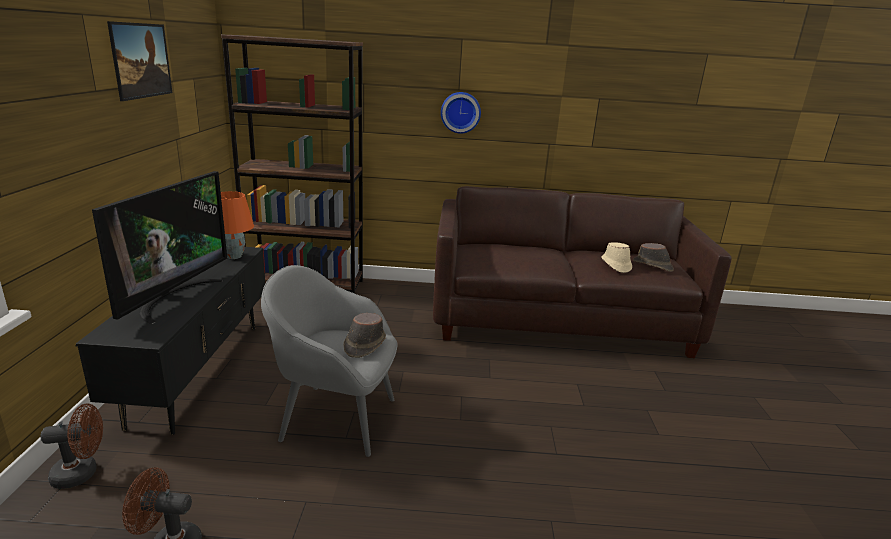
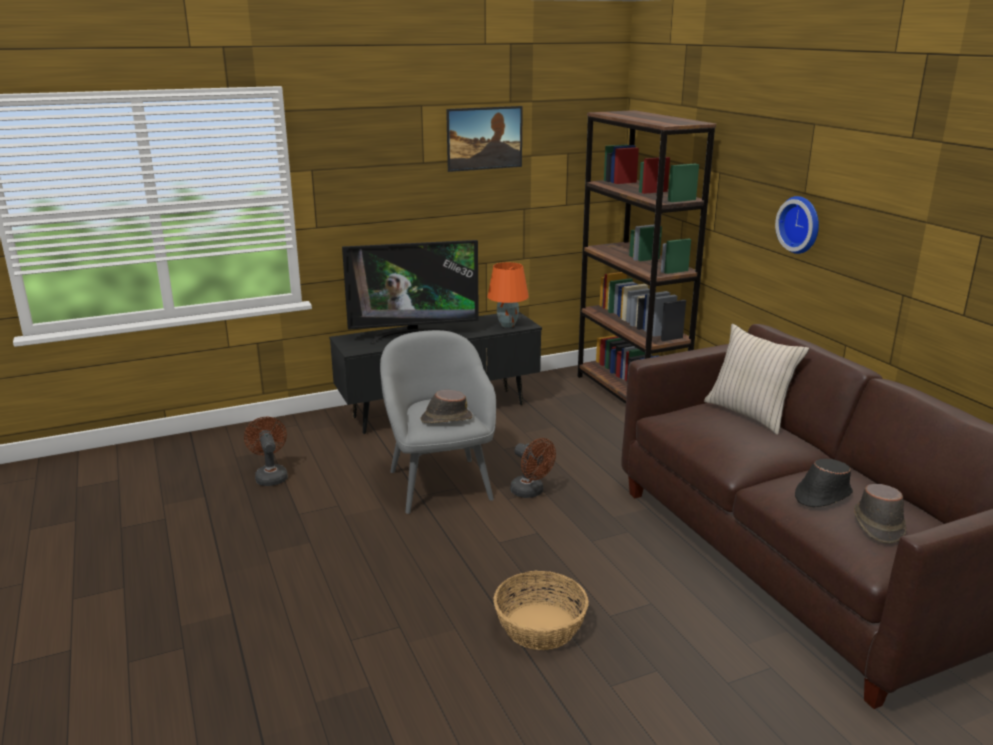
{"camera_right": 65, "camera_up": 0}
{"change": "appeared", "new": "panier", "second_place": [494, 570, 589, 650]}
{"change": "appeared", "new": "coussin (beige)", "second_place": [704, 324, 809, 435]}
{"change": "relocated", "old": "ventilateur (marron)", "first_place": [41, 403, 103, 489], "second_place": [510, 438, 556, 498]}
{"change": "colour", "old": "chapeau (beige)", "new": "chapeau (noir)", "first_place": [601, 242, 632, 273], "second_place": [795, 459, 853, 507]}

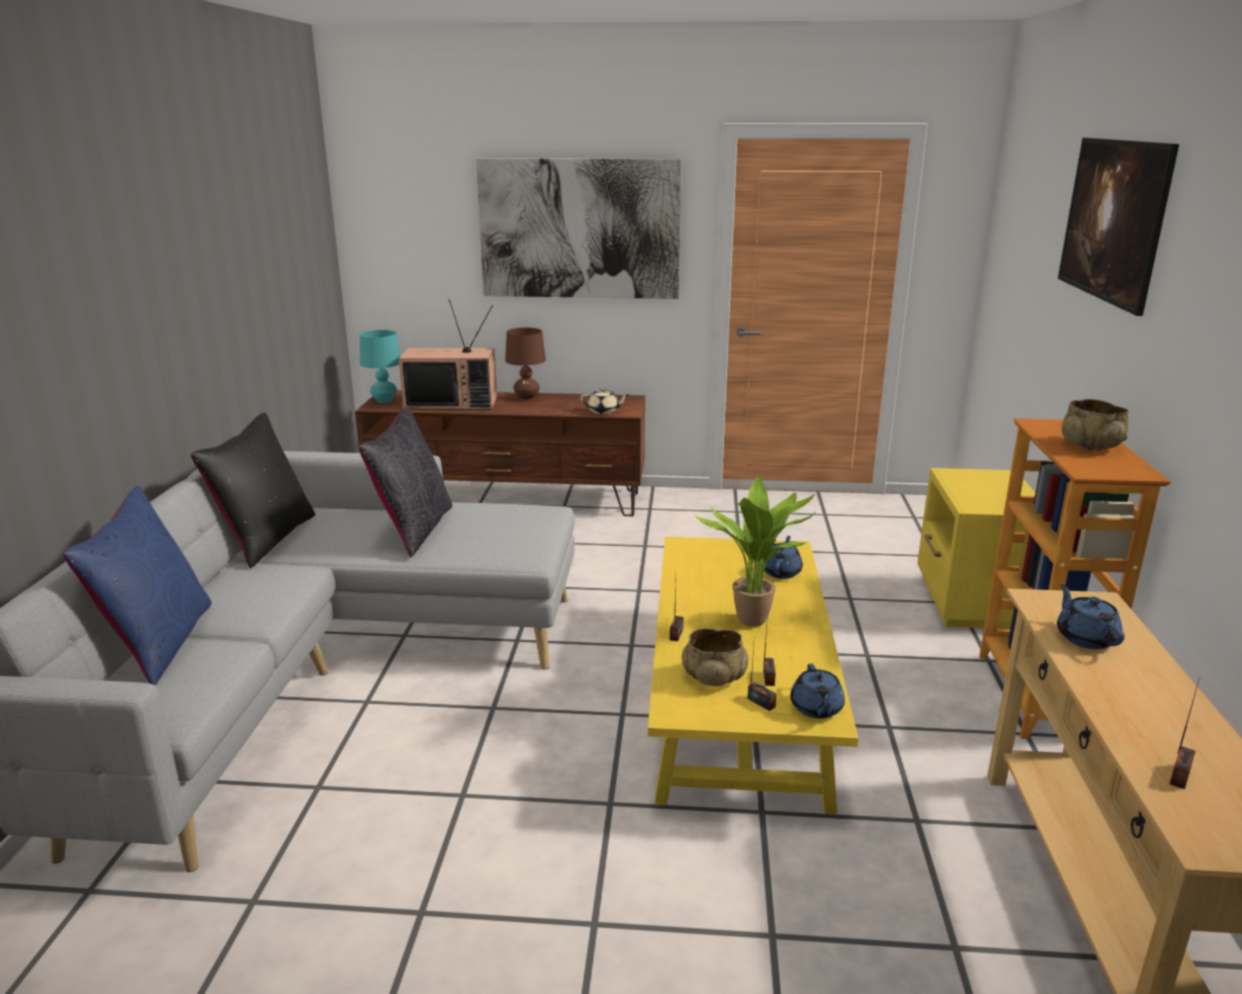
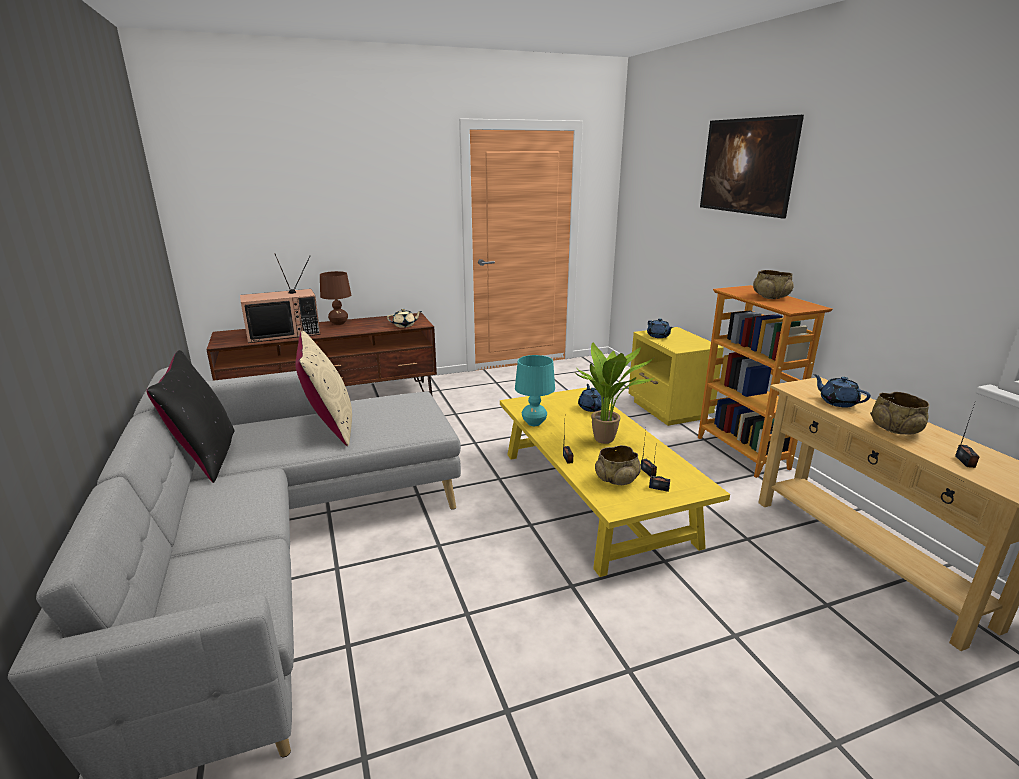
{"camera_right": -25, "camera_up": 0}
{"change": "missing", "old": "coussin (bleu)", "first_place": [63, 486, 212, 685]}
{"change": "missing", "old": "tableau", "first_place": [476, 158, 682, 299]}
{"change": "appeared", "new": "bol (beige)", "second_place": [870, 392, 929, 435]}
{"change": "relocated", "old": "lampe de table (turquoise)", "first_place": [360, 330, 401, 403], "second_place": [515, 355, 555, 426]}
{"change": "relocated", "old": "théière (bleu)", "first_place": [790, 663, 845, 719], "second_place": [647, 319, 673, 338]}
{"change": "colour", "old": "coussin (noir)", "new": "coussin (beige)", "first_place": [359, 406, 452, 557], "second_place": [295, 331, 352, 446]}

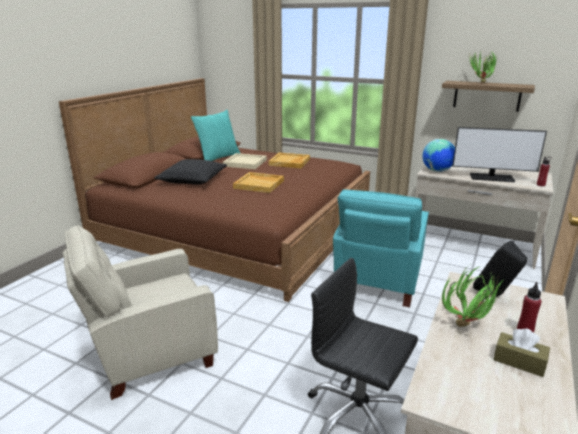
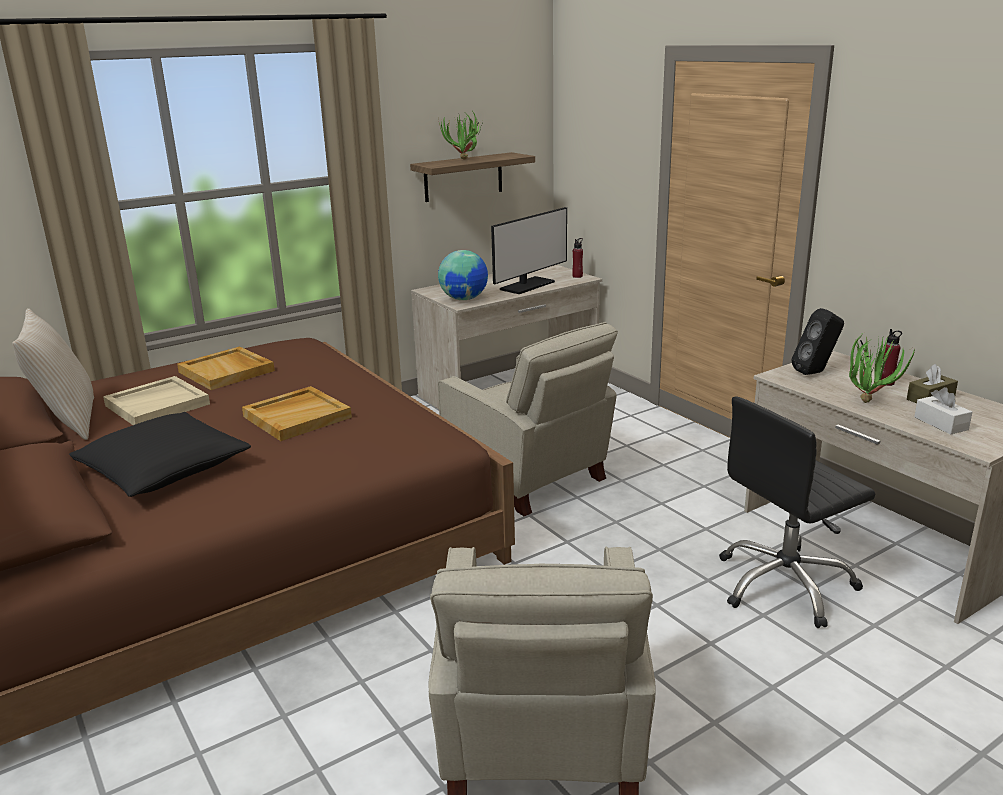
{"camera_right": -60, "camera_up": 0}
{"change": "appeared", "new": "boîte à mouchoirs (blanc)", "second_place": [914, 387, 972, 435]}
{"change": "colour", "old": "coussin (turquoise)", "new": "coussin (beige)", "first_place": [191, 110, 241, 161], "second_place": [12, 308, 94, 440]}
{"change": "colour", "old": "fauteuil (turquoise)", "new": "fauteuil (beige)", "first_place": [333, 189, 429, 307], "second_place": [438, 322, 618, 516]}

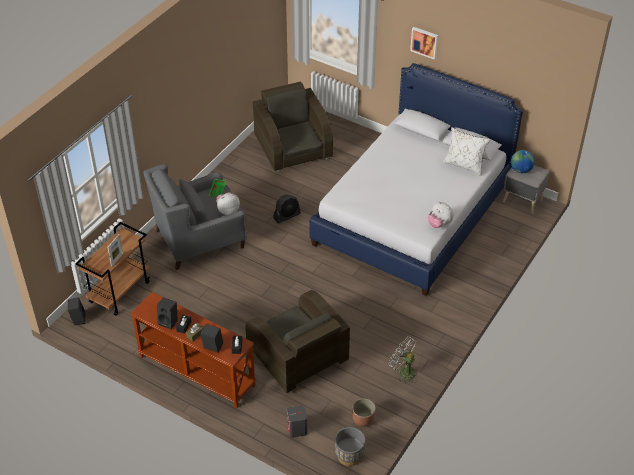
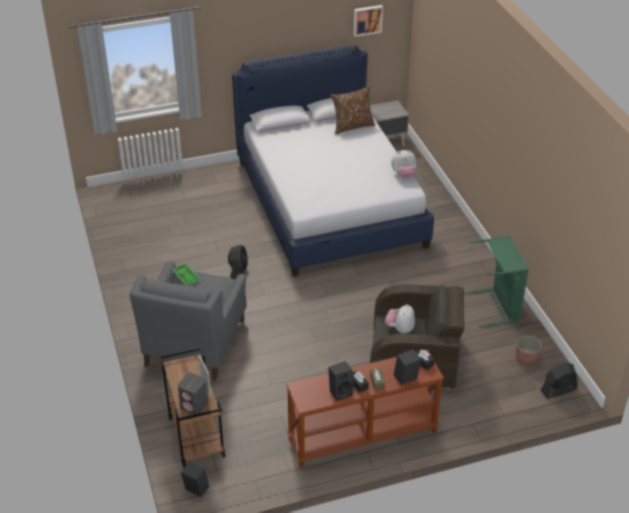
{"camera_right": -50, "camera_up": -5}
{"change": "missing", "old": "fauteuil (marron)", "first_place": [253, 82, 333, 172]}
{"change": "missing", "old": "globe", "first_place": [511, 150, 535, 173]}
{"change": "relocated", "old": "peluche", "first_place": [216, 192, 240, 215], "second_place": [385, 304, 415, 334]}
{"change": "relocated", "old": "enceinte (gris)", "first_place": [287, 405, 307, 438], "second_place": [178, 372, 208, 415]}
{"change": "relocated", "old": "tableau", "first_place": [410, 27, 438, 60], "second_place": [354, 5, 383, 37]}
{"change": "exchanged", "old": "cache-pot (gris)", "new": "ventilateur (noir)", "first_place": [335, 427, 365, 466], "second_place": [541, 362, 577, 399]}
{"change": "exchanged", "old": "ventilateur (blanc)", "new": "panier à linge (vert)", "first_place": [389, 337, 417, 384], "second_place": [464, 236, 529, 327]}
{"change": "colour", "old": "coussin (blanc)", "new": "coussin (marron)", "first_place": [443, 127, 490, 176], "second_place": [331, 86, 375, 134]}

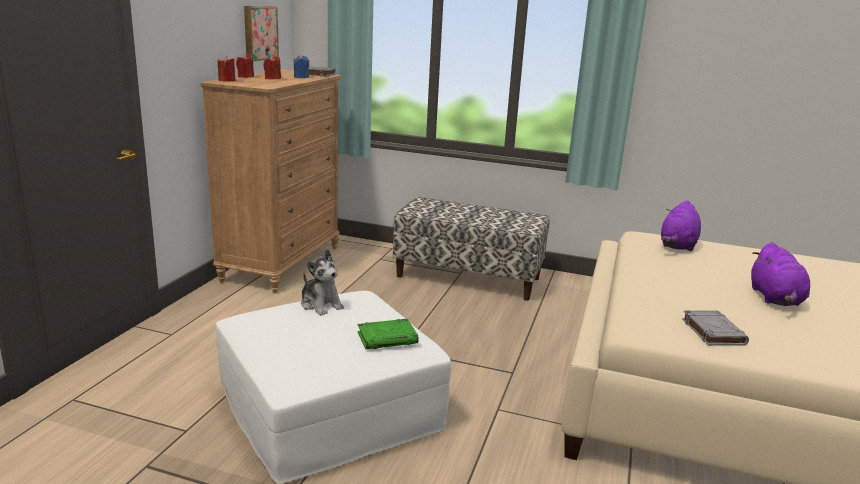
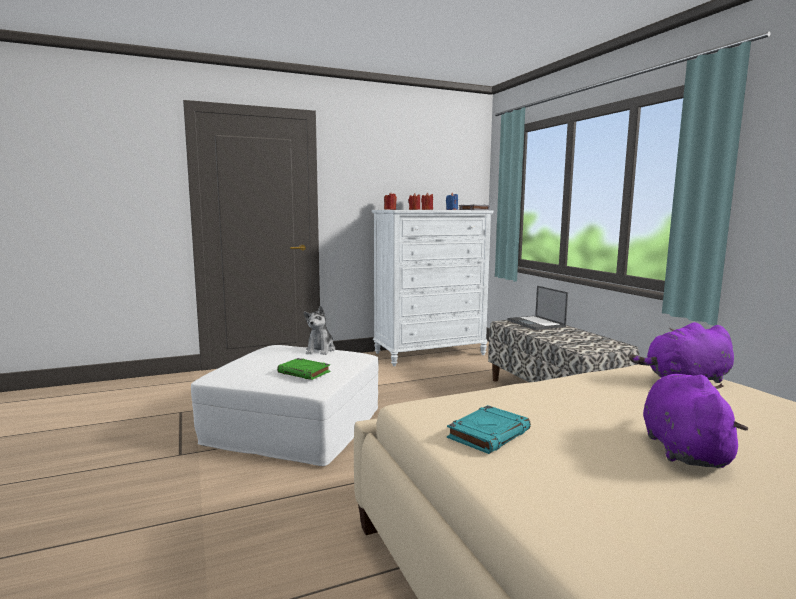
{"camera_right": 50, "camera_up": -10}
{"change": "missing", "old": "tableau", "first_place": [244, 6, 279, 61]}
{"change": "appeared", "new": "ordinateur portable", "second_place": [507, 286, 568, 330]}
{"change": "colour", "old": "commode (marron)", "new": "commode (blanc)", "first_place": [200, 70, 341, 293], "second_place": [372, 210, 493, 366]}
{"change": "colour", "old": "livre (gris)", "new": "livre (turquoise)", "first_place": [682, 311, 749, 346], "second_place": [447, 405, 531, 454]}
{"change": "spun", "old": "peluche (violet)", "first_place": [751, 242, 810, 306], "second_place": [643, 374, 748, 468], "degrees": 135}

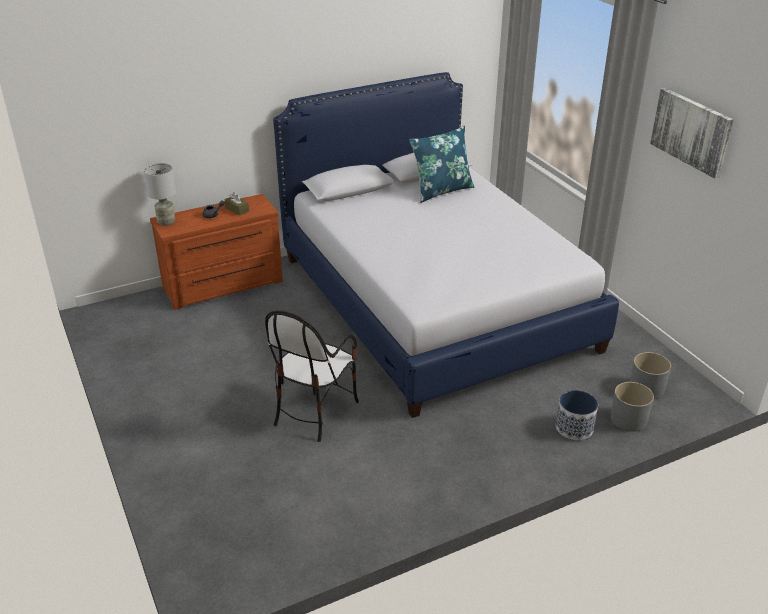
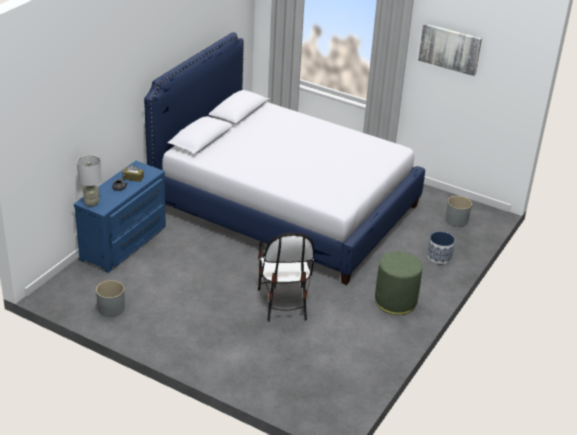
{"camera_right": -35, "camera_up": 0}
{"change": "missing", "old": "coussin (bleu)", "first_place": [409, 126, 474, 203]}
{"change": "appeared", "new": "pouf (vert)", "second_place": [375, 252, 422, 315]}
{"change": "relocated", "old": "cache-pot (gris)", "first_place": [611, 382, 654, 432], "second_place": [96, 280, 125, 317]}
{"change": "colour", "old": "commode (marron)", "new": "commode (bleu)", "first_place": [150, 194, 283, 310], "second_place": [74, 161, 166, 273]}

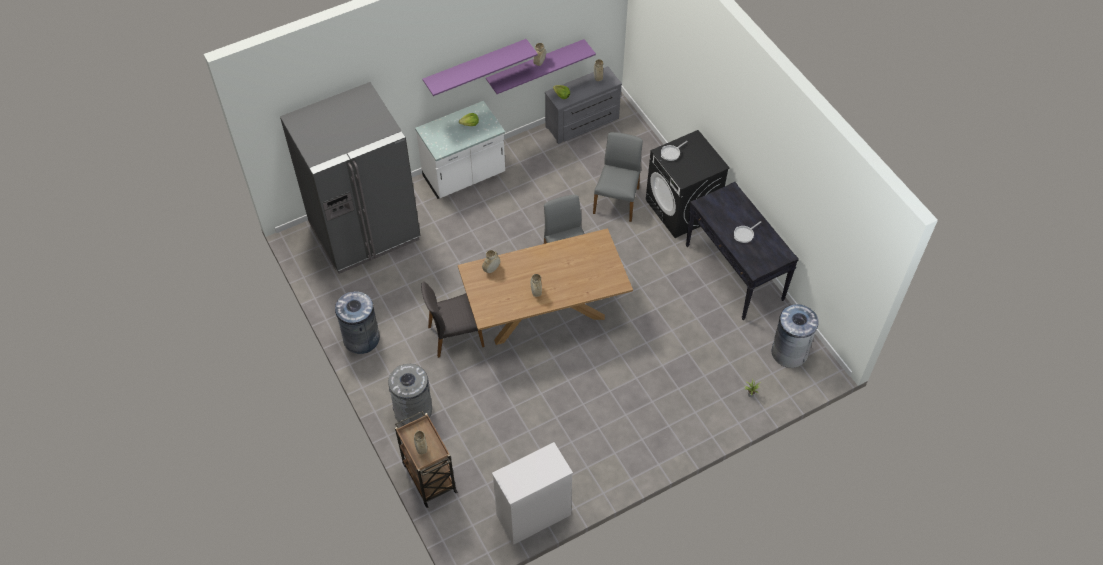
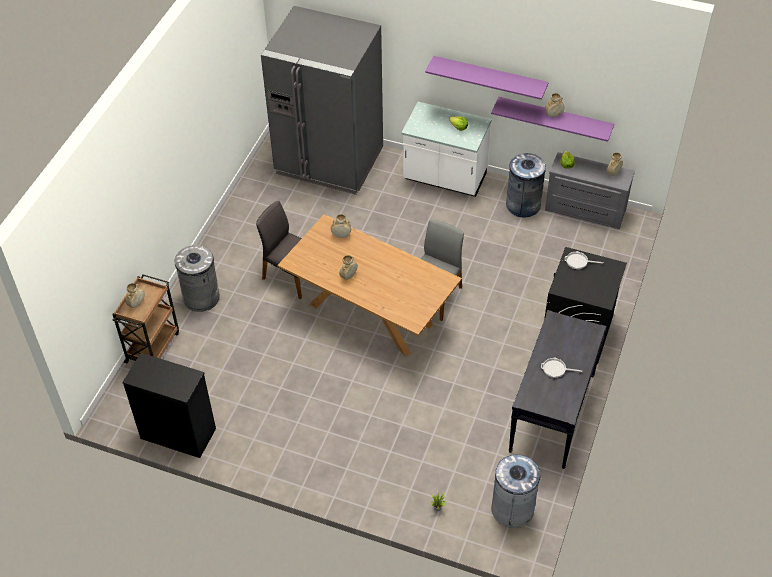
{"camera_right": 50, "camera_up": -5}
{"change": "missing", "old": "chaise (gris)", "first_place": [593, 132, 643, 222]}
{"change": "relocated", "old": "poubelle (gris)", "first_place": [335, 291, 380, 354], "second_place": [506, 153, 546, 217]}
{"change": "colour", "old": "commode (blanc)", "new": "commode (noir)", "first_place": [492, 442, 573, 545], "second_place": [122, 353, 216, 458]}

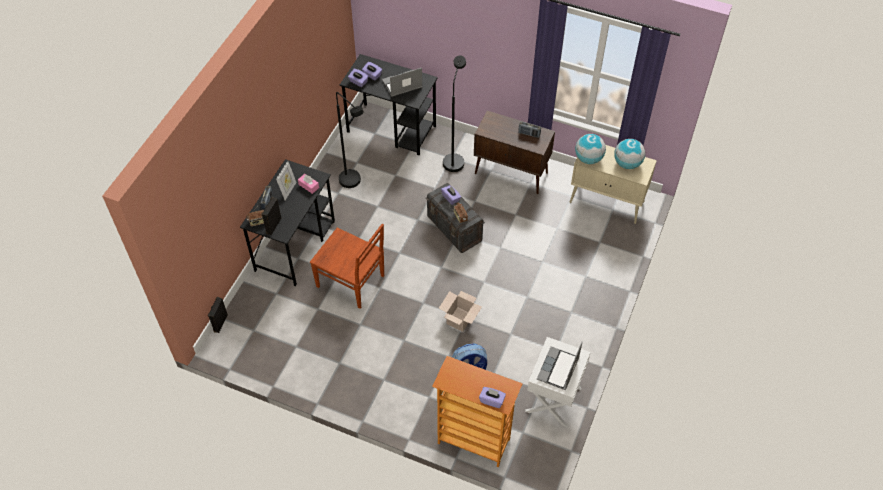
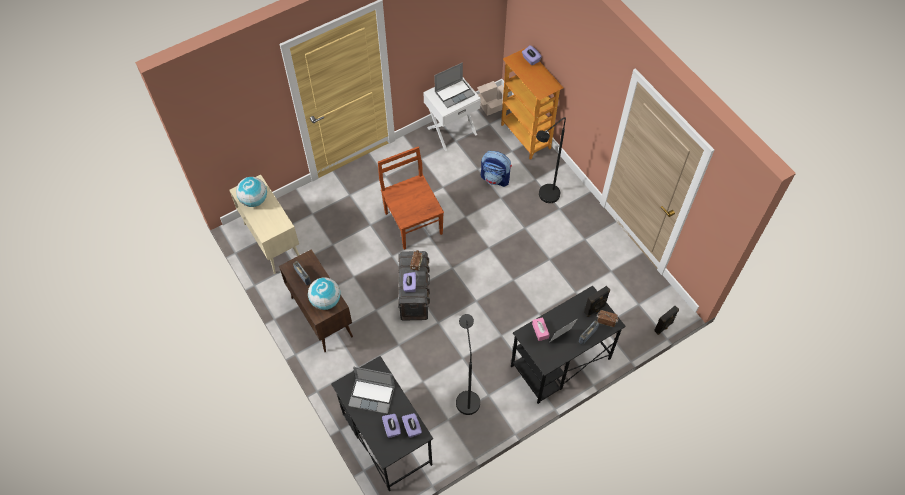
{"camera_right": -145, "camera_up": 5}
{"change": "relocated", "old": "chaise (marron)", "first_place": [310, 224, 384, 309], "second_place": [378, 146, 444, 250]}
{"change": "relocated", "old": "carton", "first_place": [439, 291, 482, 332], "second_place": [477, 81, 509, 116]}
{"change": "relocated", "old": "lampadaire (noir)", "first_place": [443, 55, 466, 172], "second_place": [536, 117, 566, 203]}
{"change": "relocated", "old": "globe", "first_place": [575, 134, 606, 164], "second_place": [308, 278, 340, 310]}

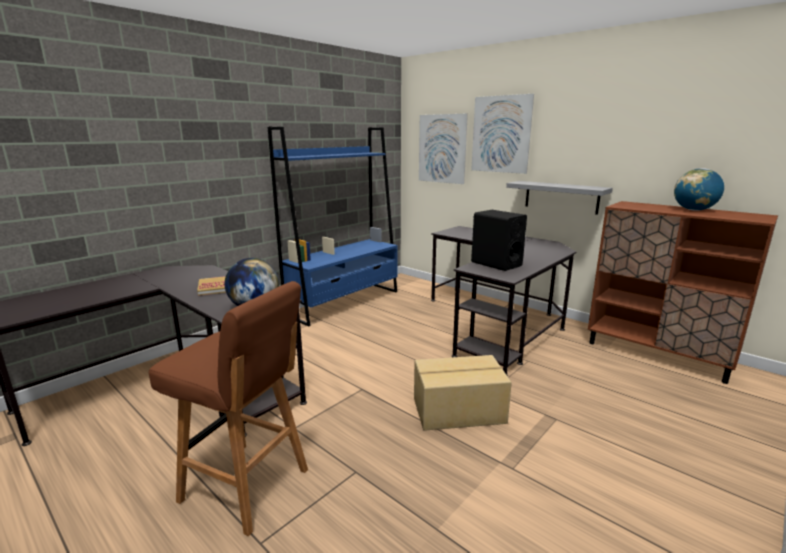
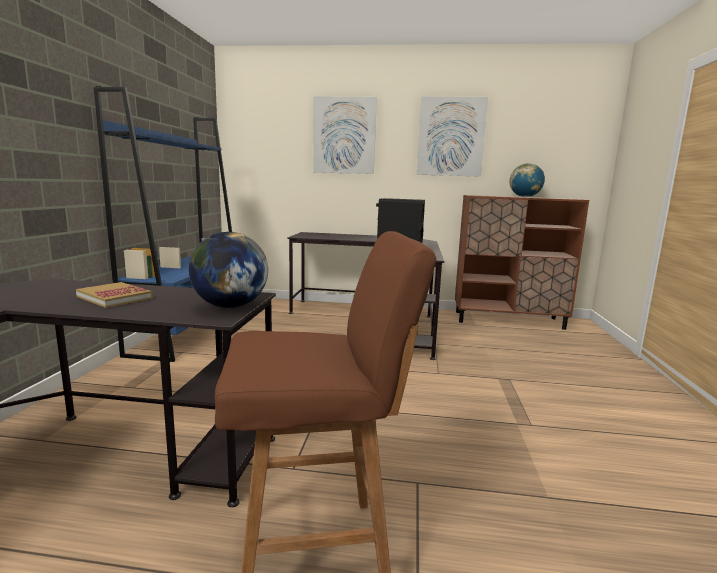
{"camera_right": -35, "camera_up": -5}
{"change": "missing", "old": "carton", "first_place": [414, 355, 512, 431]}
{"change": "missing", "old": "étagère (gris)", "first_place": [506, 181, 613, 215]}
{"change": "relocated", "old": "tableau", "first_place": [419, 113, 468, 184], "second_place": [417, 97, 488, 177]}

